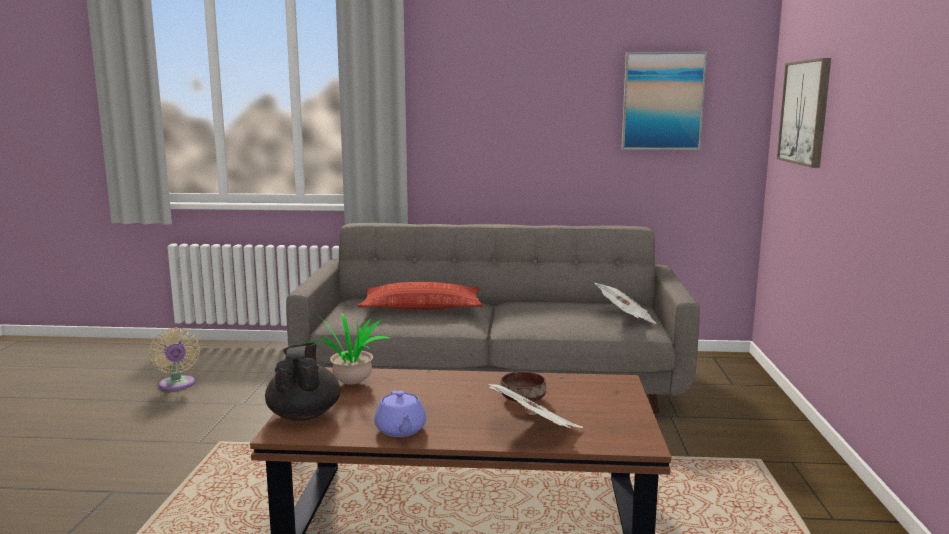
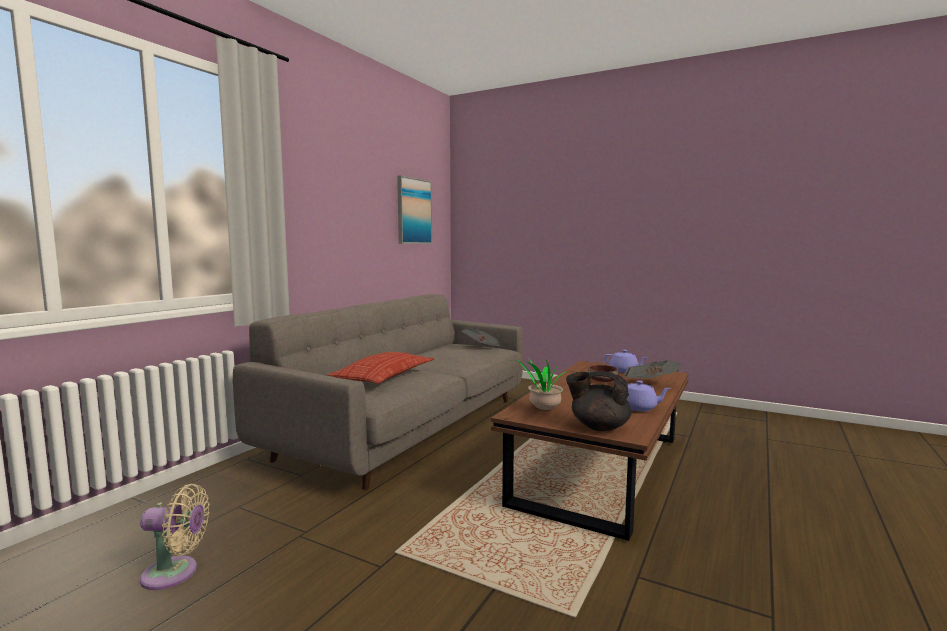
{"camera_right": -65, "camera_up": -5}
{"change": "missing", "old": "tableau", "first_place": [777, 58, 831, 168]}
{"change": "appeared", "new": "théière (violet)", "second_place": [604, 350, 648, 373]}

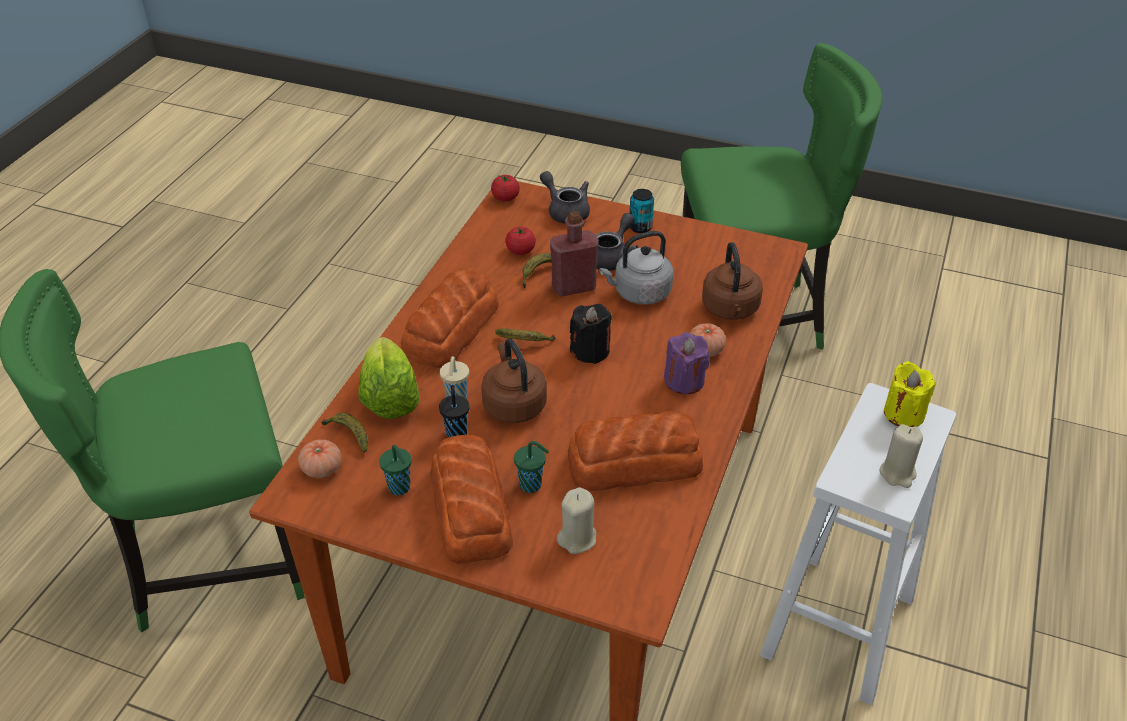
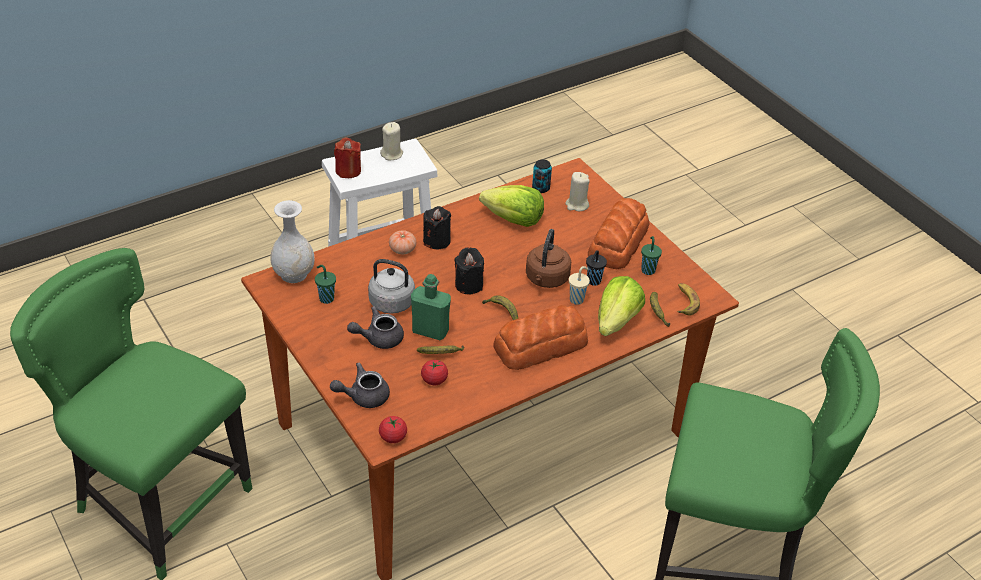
{"camera_right": -145, "camera_up": 0}
{"change": "missing", "old": "bouilloire (marron)", "first_place": [702, 242, 763, 320]}
{"change": "appeared", "new": "vase (blanc)", "second_place": [271, 200, 315, 283]}
{"change": "relocated", "old": "tasse (vert)", "first_place": [514, 441, 549, 493], "second_place": [315, 265, 336, 304]}
{"change": "relocated", "old": "boîte métallique", "first_place": [630, 189, 654, 233], "second_place": [532, 159, 552, 193]}
{"change": "exchanged", "old": "tomate", "new": "banane", "first_place": [298, 440, 341, 478], "second_place": [677, 283, 700, 316]}
{"change": "exchanged", "old": "pain", "new": "laitue", "first_place": [568, 411, 703, 491], "second_place": [479, 185, 544, 227]}
{"change": "colour", "old": "bouteille (rouge)", "new": "bouteille (vert)", "first_place": [550, 211, 599, 297], "second_place": [411, 274, 451, 340]}
{"change": "colour", "old": "bougie (violet)", "new": "bougie (noir)", "first_place": [664, 332, 710, 394], "second_place": [423, 206, 451, 249]}
{"change": "colour", "old": "bougie (jaune)", "new": "bougie (rouge)", "first_place": [884, 361, 935, 427], "second_place": [334, 138, 361, 178]}
{"change": "spun", "old": "théière (gris)", "first_place": [540, 171, 590, 224], "second_place": [330, 362, 390, 408], "degrees": 75}

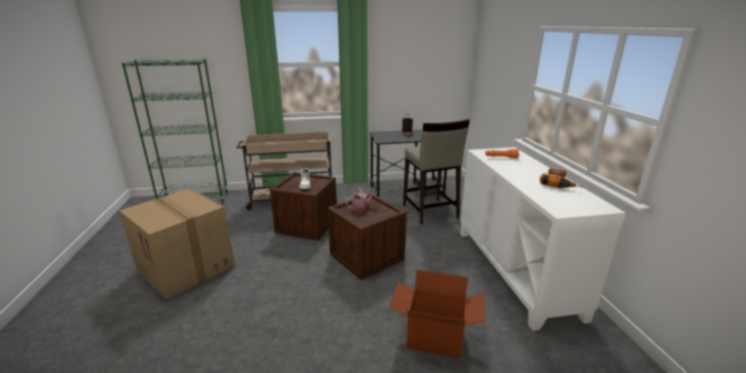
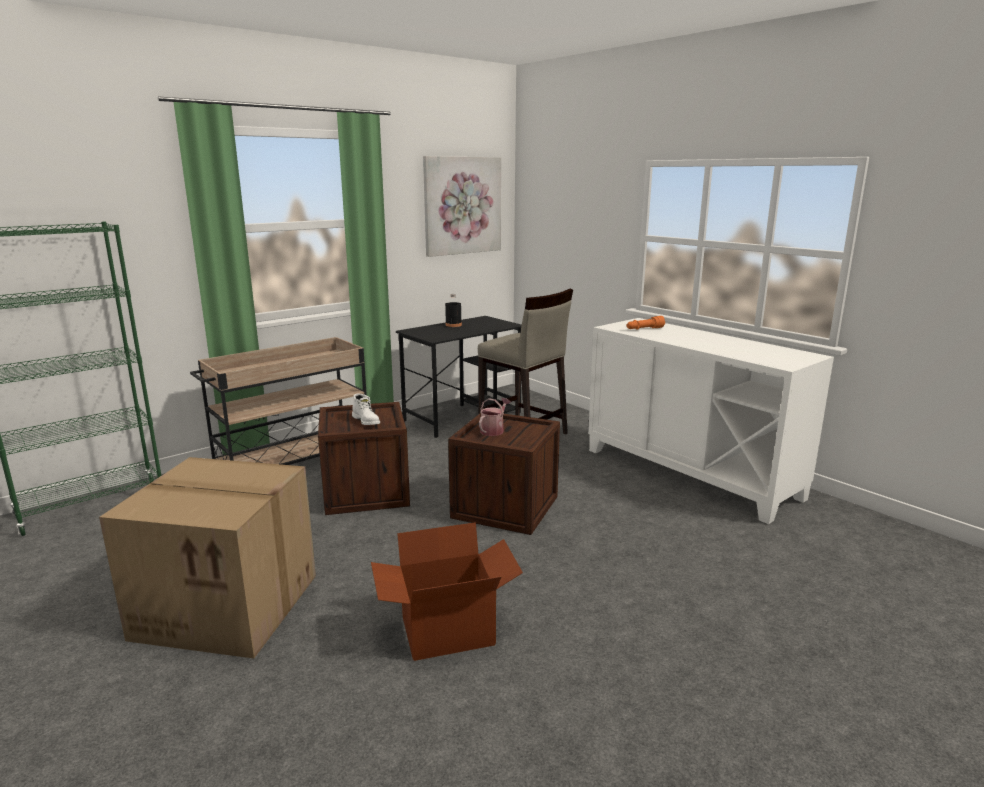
{"camera_right": -30, "camera_up": -5}
{"change": "missing", "old": "perceuse", "first_place": [540, 168, 582, 188]}
{"change": "appeared", "new": "tableau", "second_place": [423, 156, 501, 257]}
{"change": "relocated", "old": "carton", "first_place": [390, 270, 485, 359], "second_place": [371, 522, 523, 661]}

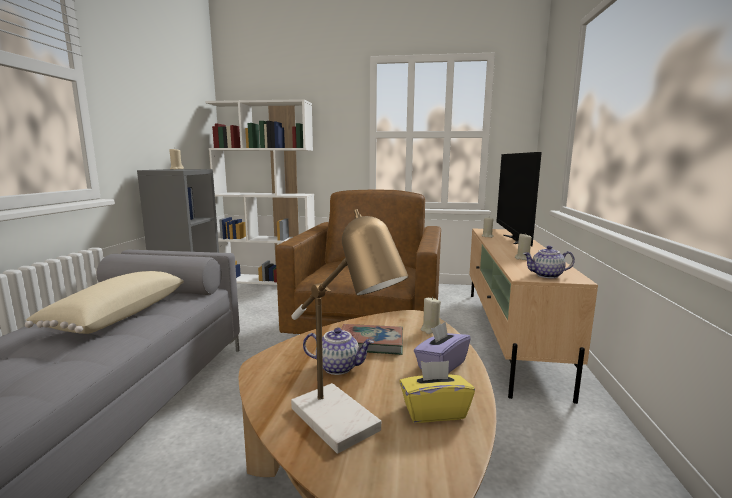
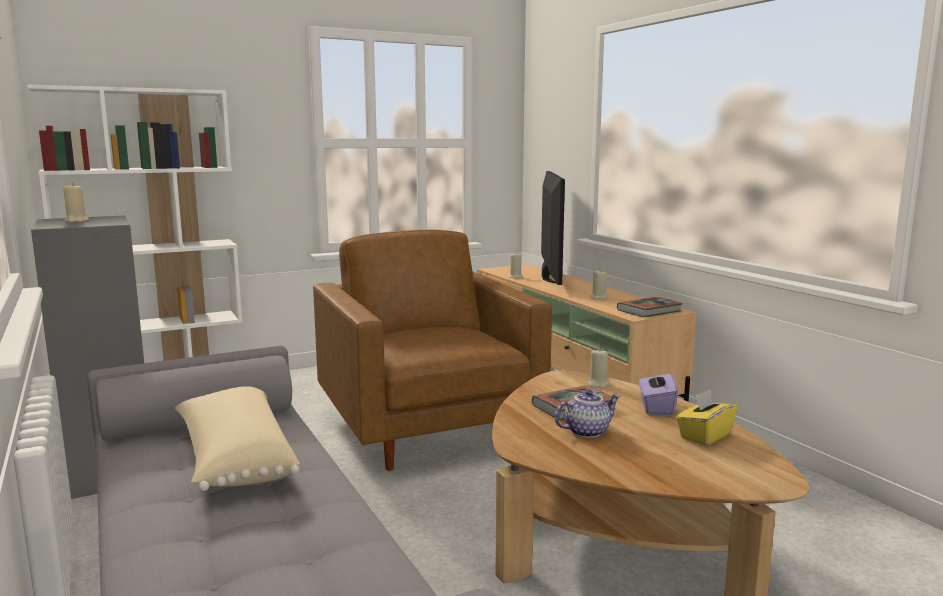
{"camera_right": -35, "camera_up": 0}
{"change": "missing", "old": "lampe de table", "first_place": [291, 209, 408, 454]}
{"change": "exchanged", "old": "théière", "new": "livre", "first_place": [523, 246, 575, 278], "second_place": [617, 297, 683, 317]}
{"change": "spun", "old": "téléviseur", "first_place": [496, 152, 542, 246], "second_place": [541, 171, 565, 285], "degrees": -150}

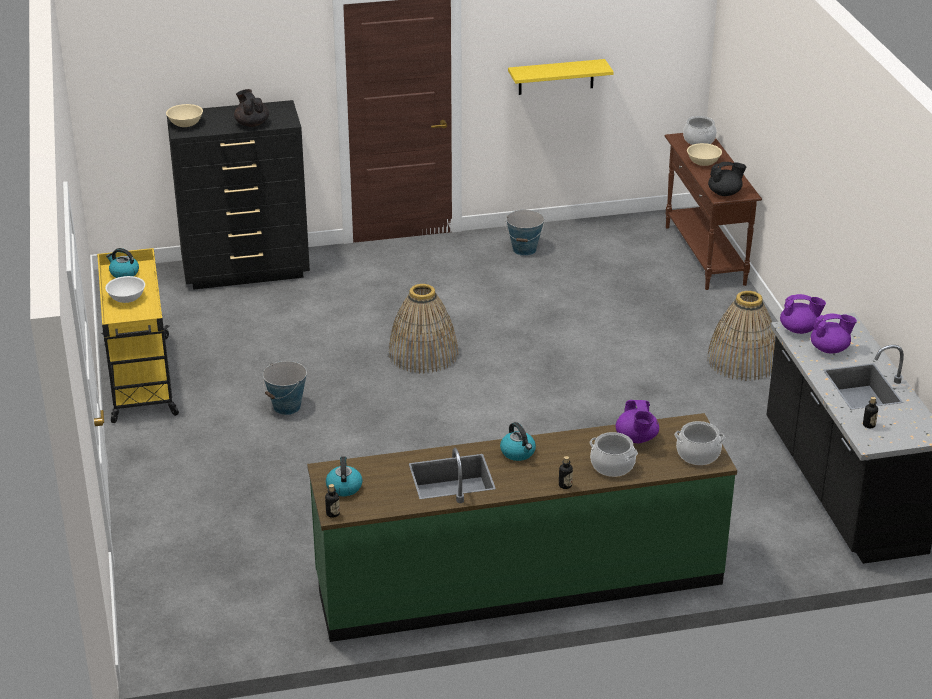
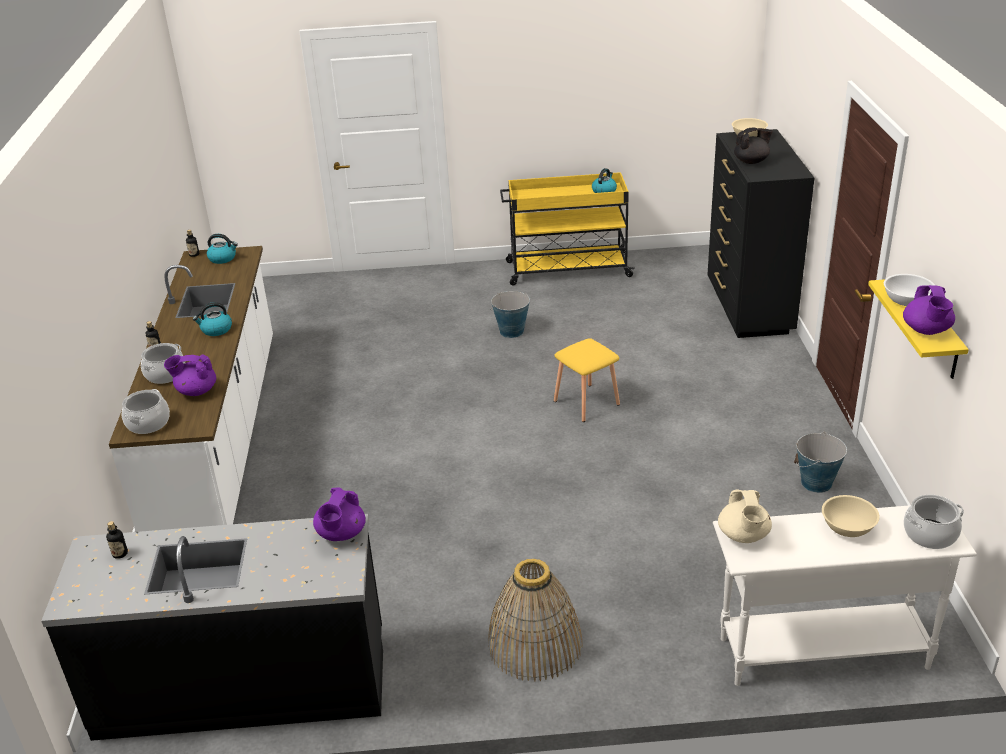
{"camera_right": 100, "camera_up": 0}
{"change": "relocated", "old": "bol (blanc)", "first_place": [105, 276, 145, 303], "second_place": [884, 274, 935, 306]}
{"change": "relocated", "old": "théière (violet)", "first_place": [811, 313, 857, 354], "second_place": [903, 285, 955, 335]}
{"change": "exchanged", "old": "panier", "new": "tabouret (jaune)", "first_place": [388, 284, 459, 374], "second_place": [554, 338, 620, 422]}
{"change": "colour", "old": "comptoir de cuisine (vert)", "new": "comptoir de cuisine (blanc)", "first_place": [307, 413, 737, 642], "second_place": [109, 246, 273, 532]}
{"change": "colour", "old": "table console (marron)", "new": "table console (blanc)", "first_place": [665, 133, 762, 290], "second_place": [713, 505, 977, 686]}
{"change": "colour", "old": "théière (noir)", "new": "théière (beige)", "first_place": [708, 162, 746, 196], "second_place": [718, 489, 772, 543]}

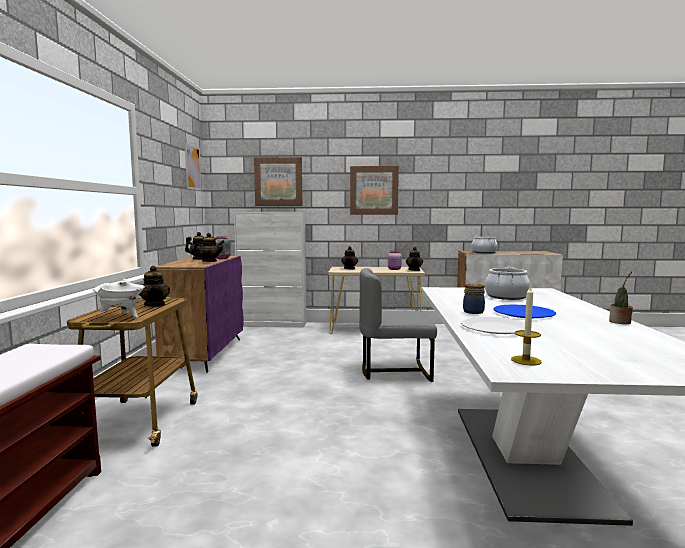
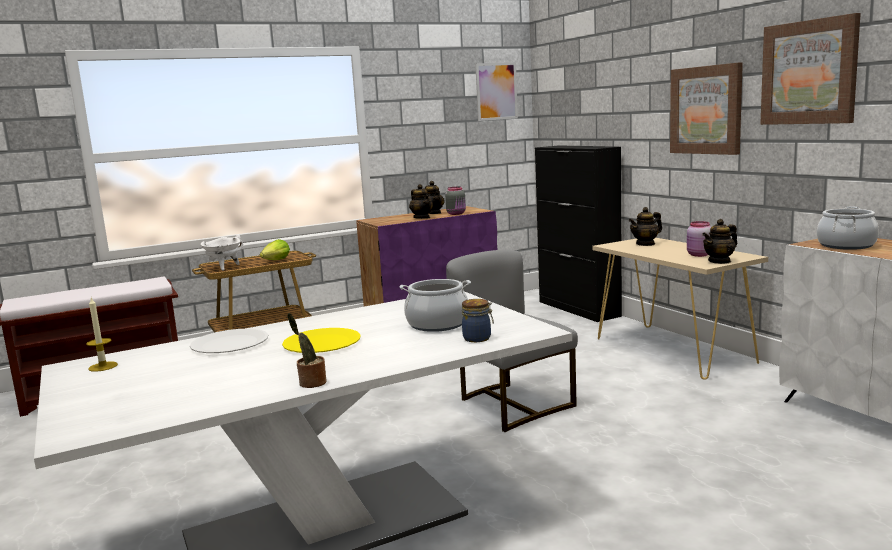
{"camera_right": 60, "camera_up": 5}
{"change": "relocated", "old": "tableau", "first_place": [254, 157, 302, 206], "second_place": [760, 13, 861, 125]}
{"change": "relocated", "old": "bocal", "first_place": [463, 283, 485, 314], "second_place": [462, 299, 494, 342]}
{"change": "exchanged", "old": "théière", "new": "laitue", "first_place": [139, 266, 170, 307], "second_place": [260, 239, 290, 260]}
{"change": "colour", "old": "meuble de rangement (blanc)", "new": "meuble de rangement (noir)", "first_place": [234, 212, 307, 328], "second_place": [535, 145, 622, 322]}
{"change": "colour", "old": "assiette (bleu)", "new": "assiette (jaune)", "first_place": [493, 305, 556, 318], "second_place": [282, 328, 361, 353]}

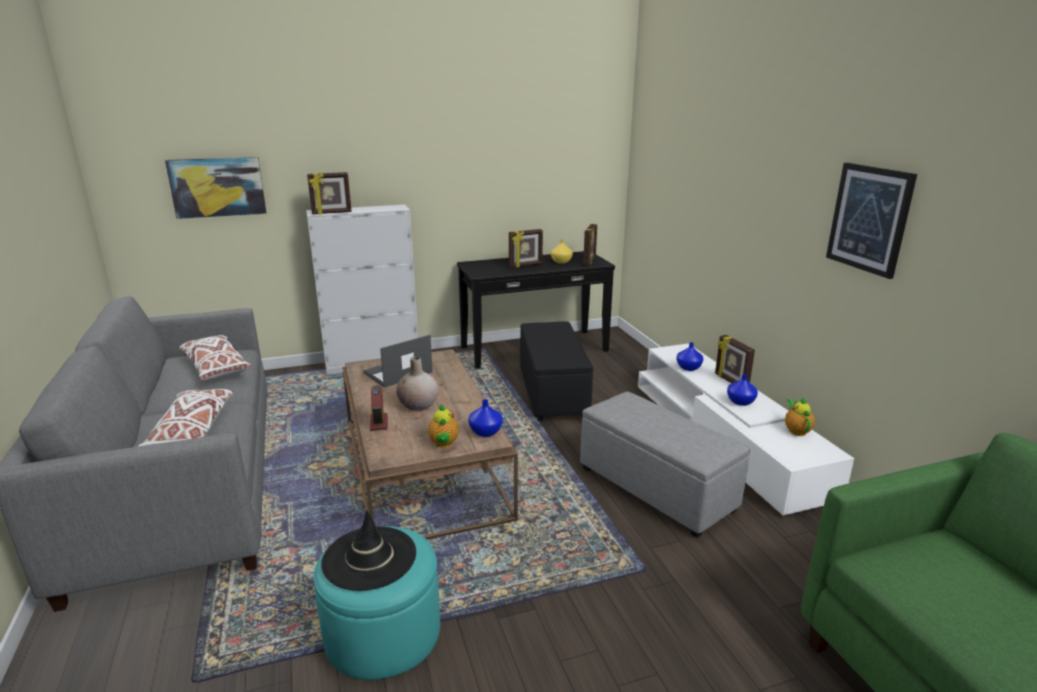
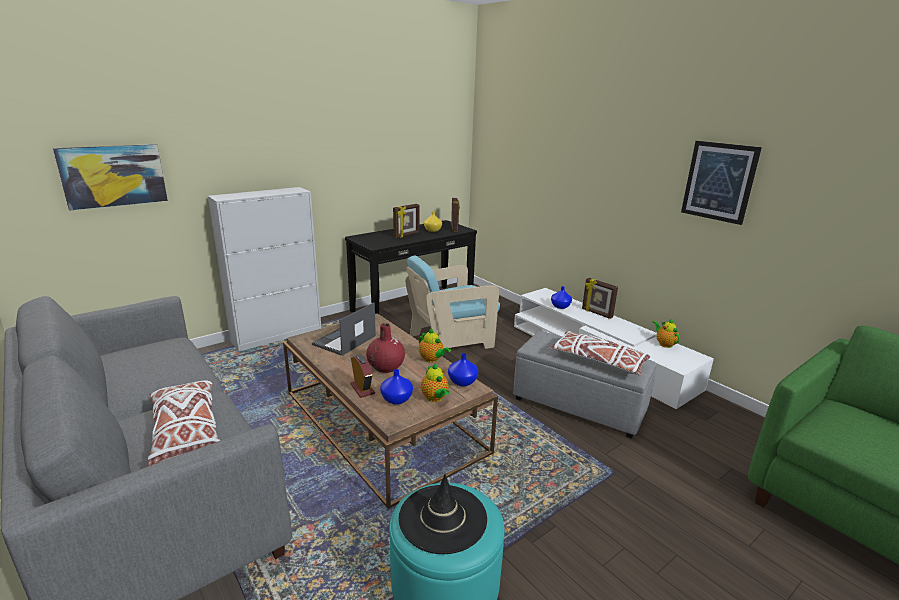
{"camera_right": -20, "camera_up": 0}
{"change": "missing", "old": "cadre photo", "first_place": [307, 172, 352, 215]}
{"change": "appeared", "new": "théière", "second_place": [419, 328, 451, 363]}
{"change": "relocated", "old": "coussin (blanc)", "first_place": [179, 335, 251, 381], "second_place": [550, 331, 650, 375]}
{"change": "relocated", "old": "vase (bleu)", "first_place": [727, 374, 758, 406], "second_place": [380, 369, 413, 405]}
{"change": "exchanged", "old": "pouf (noir)", "new": "fauteuil (turquoise)", "first_place": [520, 322, 593, 422], "second_place": [405, 256, 500, 349]}
{"change": "colour", "old": "vase (beige)", "new": "vase (rouge)", "first_place": [396, 356, 439, 411], "second_place": [366, 323, 405, 373]}

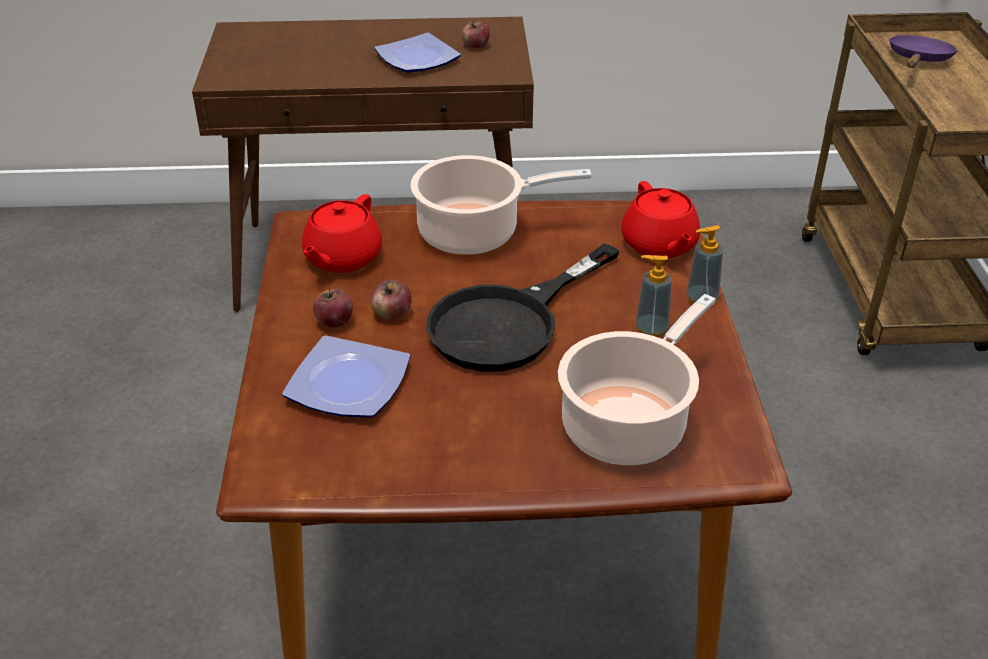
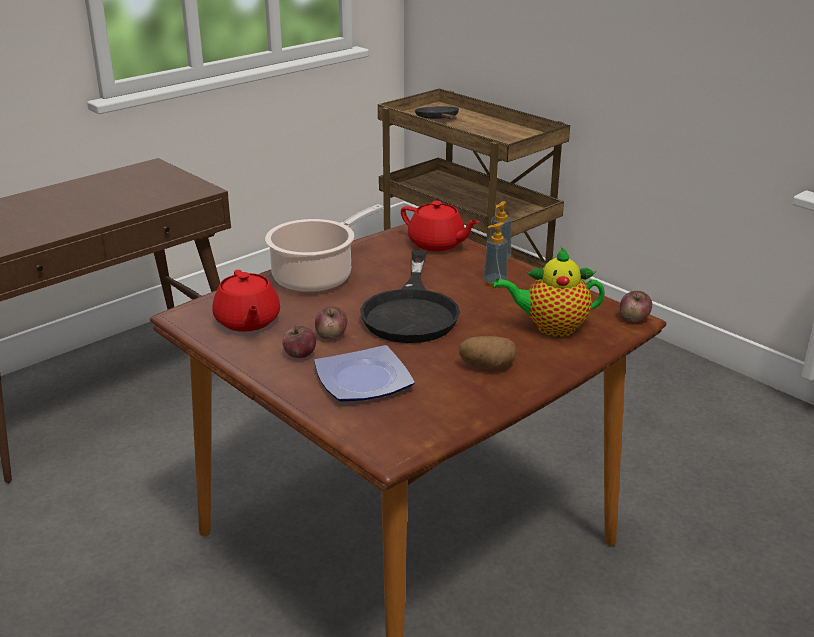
{"camera_right": -40, "camera_up": -10}
{"change": "missing", "old": "assiette", "first_place": [374, 32, 461, 73]}
{"change": "appeared", "new": "pomme de terre", "second_place": [459, 336, 517, 369]}
{"change": "relocated", "old": "pomme", "first_place": [462, 20, 490, 48], "second_place": [620, 291, 652, 322]}
{"change": "exchanged", "old": "marmite", "new": "théière", "first_place": [558, 294, 716, 465], "second_place": [494, 247, 605, 337]}
{"change": "colour", "old": "poêle (violet)", "new": "poêle (noir)", "first_place": [889, 35, 957, 68], "second_place": [415, 106, 459, 120]}

